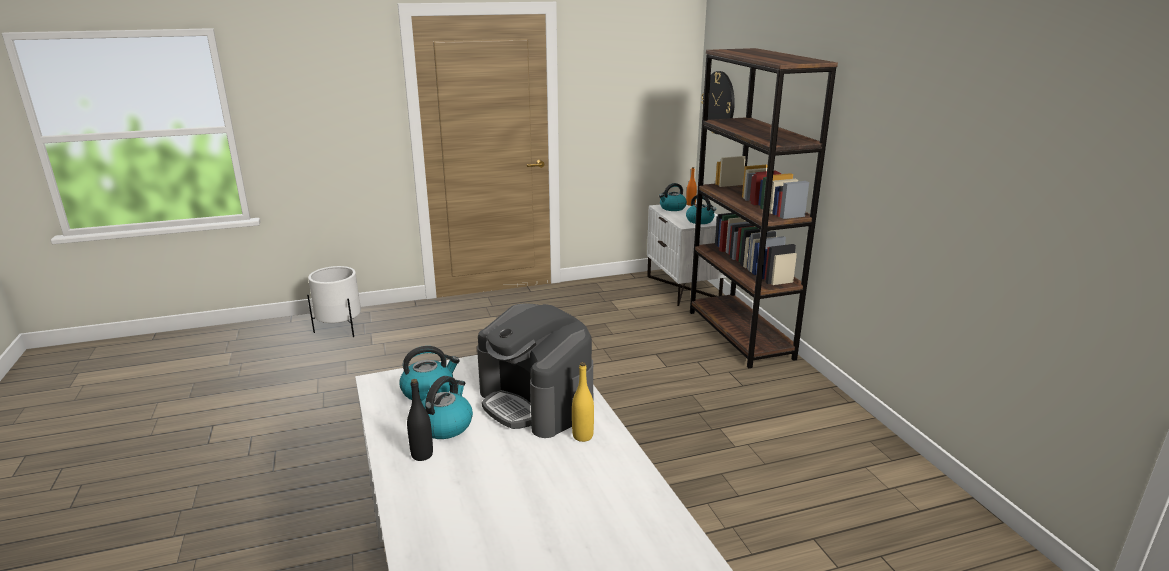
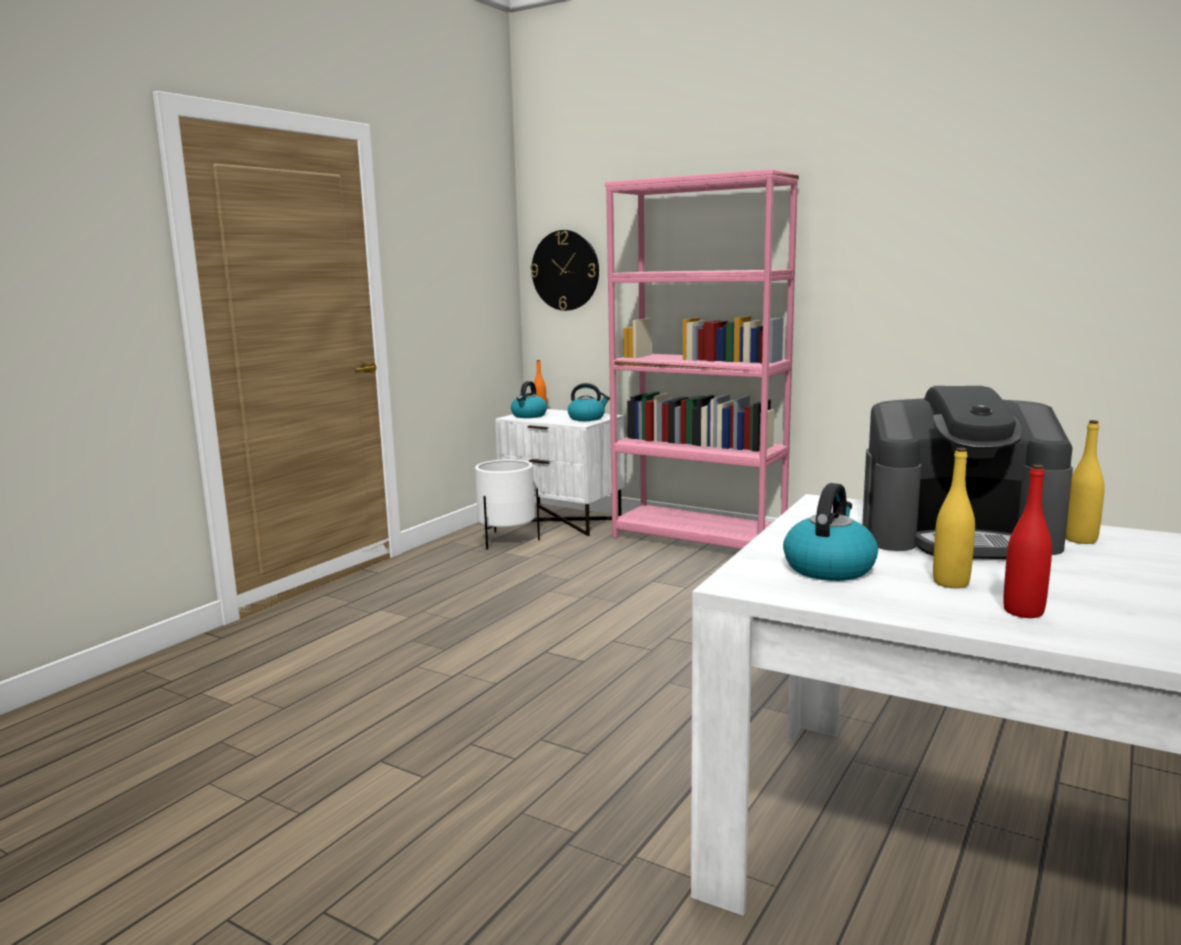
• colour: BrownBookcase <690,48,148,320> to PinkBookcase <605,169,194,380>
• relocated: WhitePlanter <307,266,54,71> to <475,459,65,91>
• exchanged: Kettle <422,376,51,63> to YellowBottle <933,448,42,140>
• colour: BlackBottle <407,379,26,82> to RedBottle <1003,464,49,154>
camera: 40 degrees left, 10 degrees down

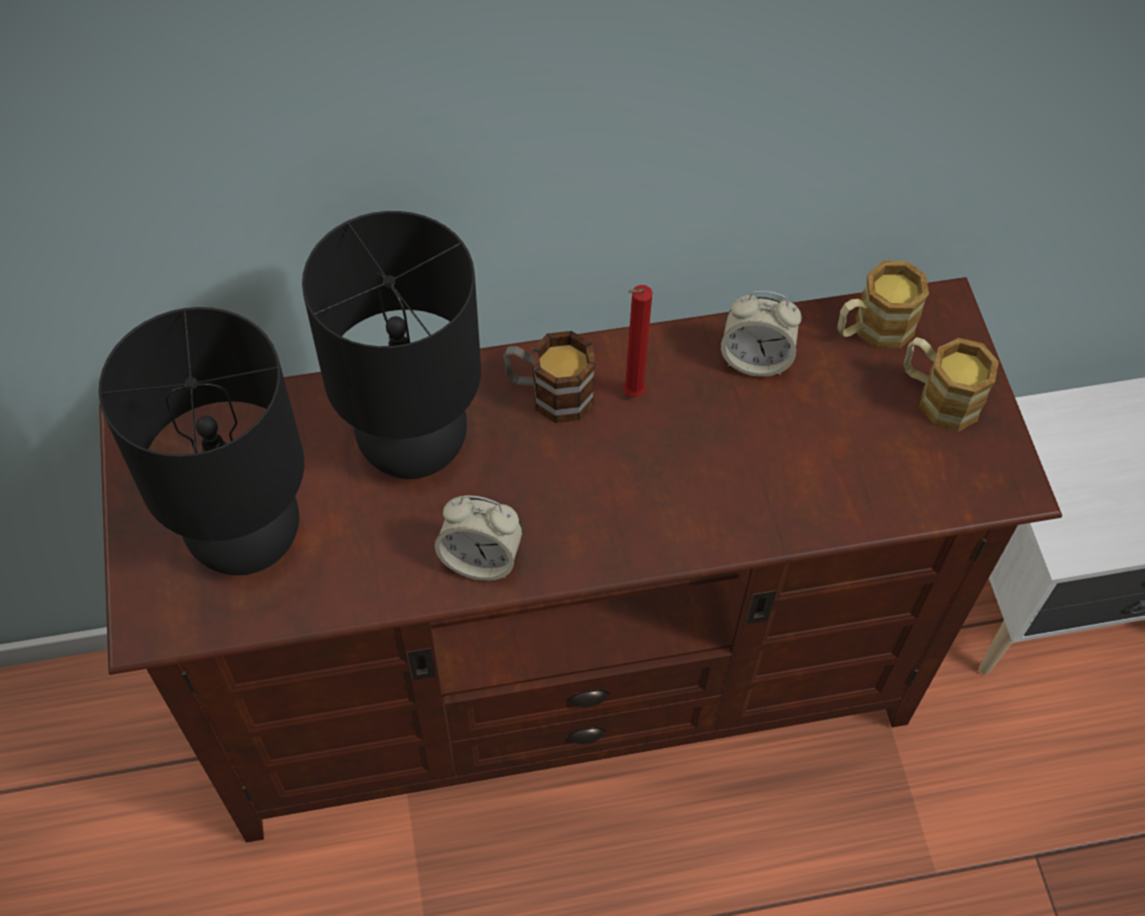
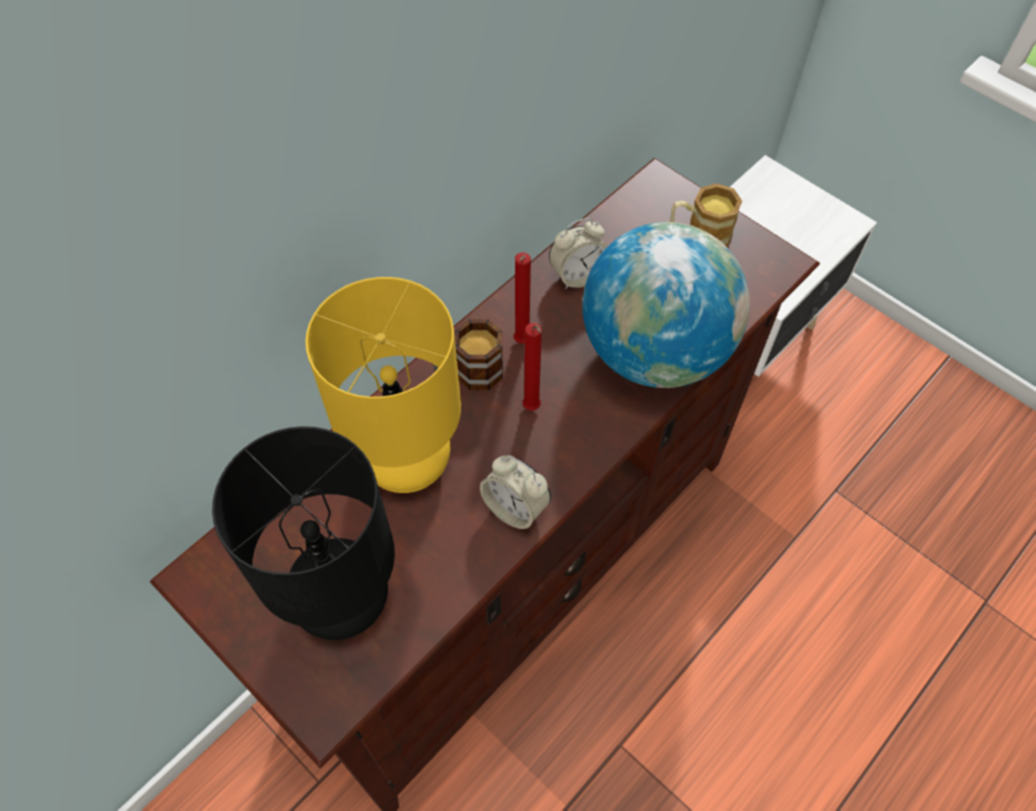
• colour: BlackTableLamp <302,211,179,268> to YellowTableLamp <305,277,156,216>
• missing: Mug <837,261,92,88>
• spun: AlarmClock <435,495,88,86> = <480,455,71,74> 60 degrees clockwise
• appeared: Globe <583,222,167,166>
• appeared: RedCandle <522,323,20,88>
camera: 35 degrees left, 0 degrees up

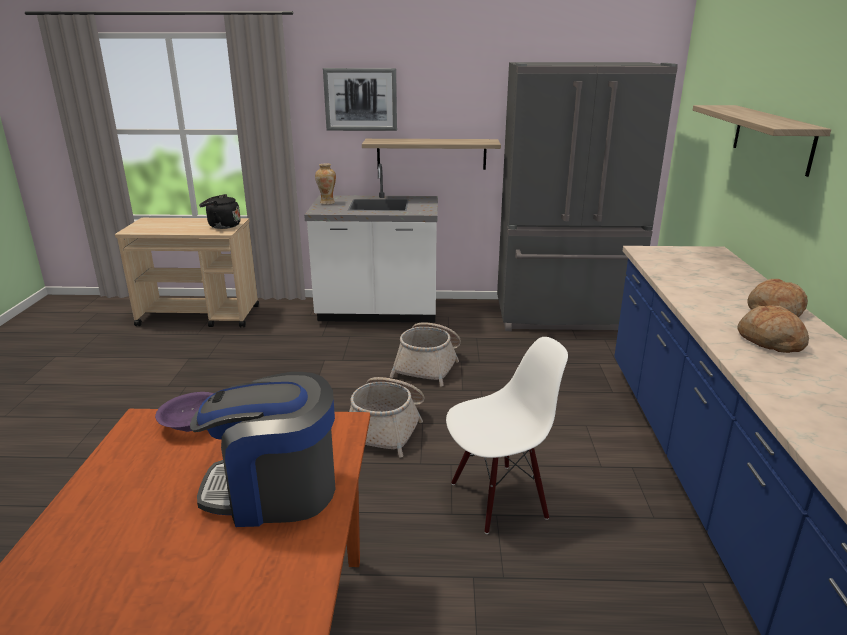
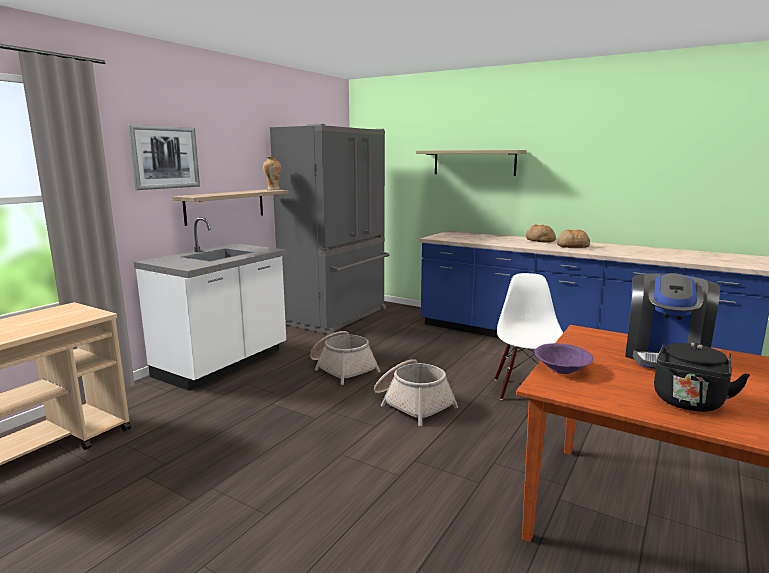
• relocated: Vase <315,164,21,41> to <263,156,18,34>
• relocated: BlackKettle <199,194,42,35> to <654,342,96,70>
camera: 60 degrees left, 10 degrees down

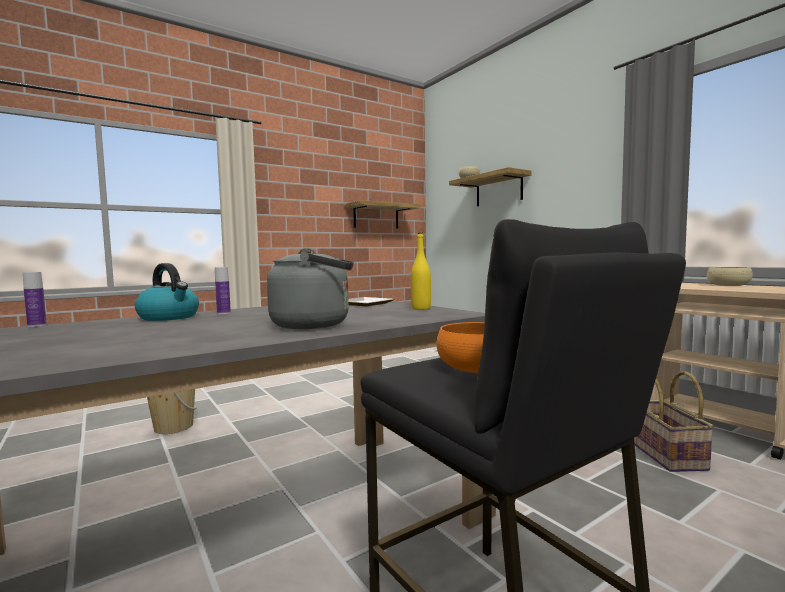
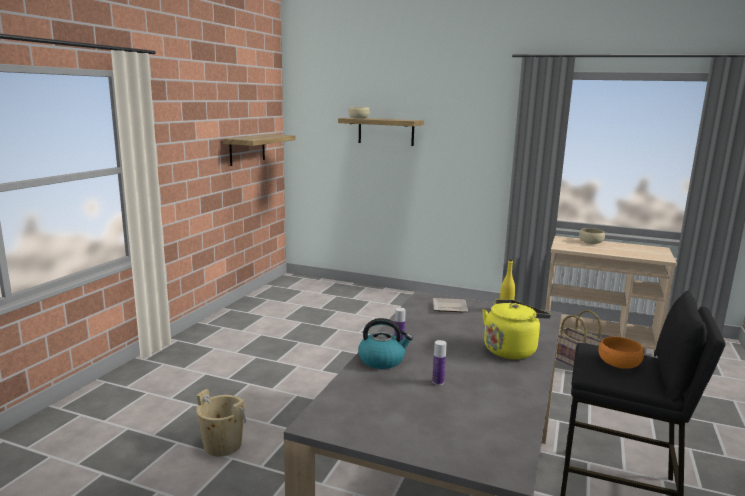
• colour: GreyKettle <267,248,87,81> to YellowKettle <482,299,69,60>
• relocated: Bottle <23,272,24,55> to <432,340,14,45>
camera: 35 degrees left, 10 degrees up

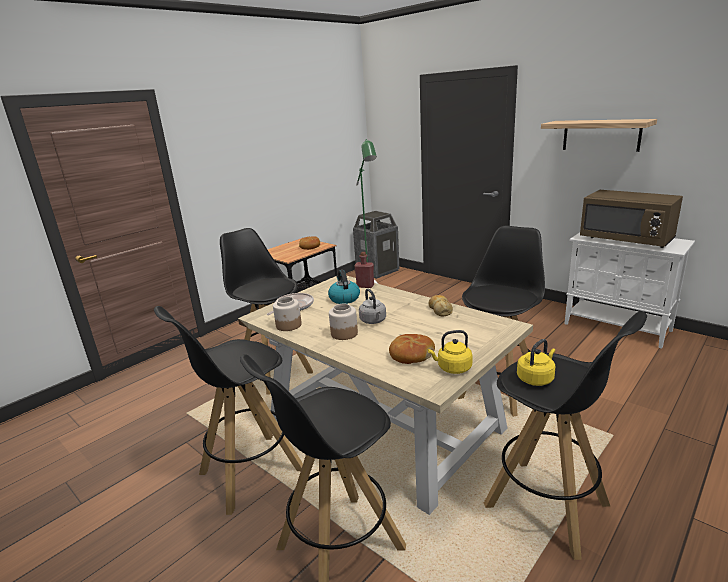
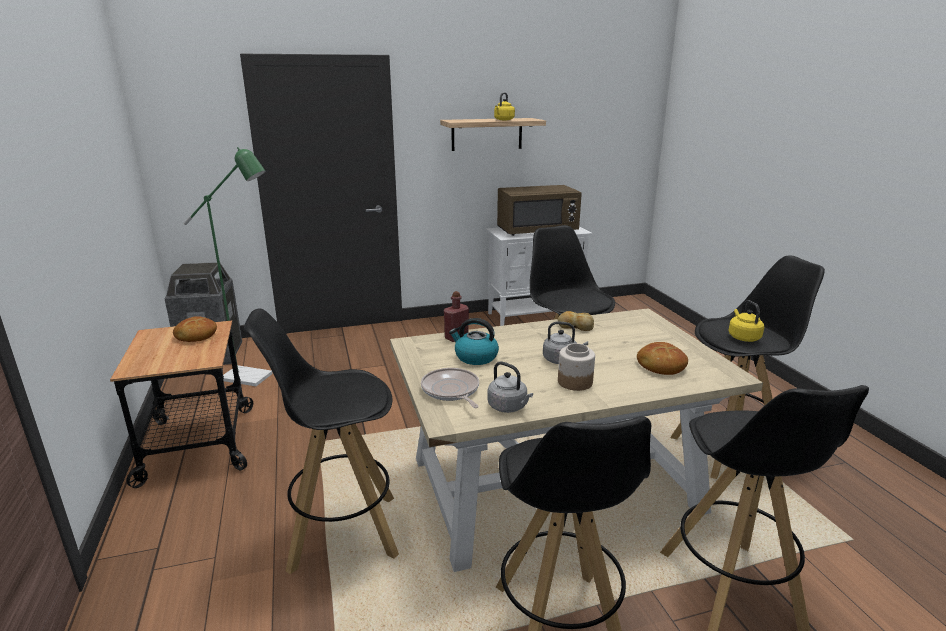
• exchanged: Jar <273,297,29,34> to GreyKettle <487,362,46,51>
• relocated: YellowKettle <428,330,45,44> to <494,92,21,28>
camera: 60 degrees left, 0 degrees up

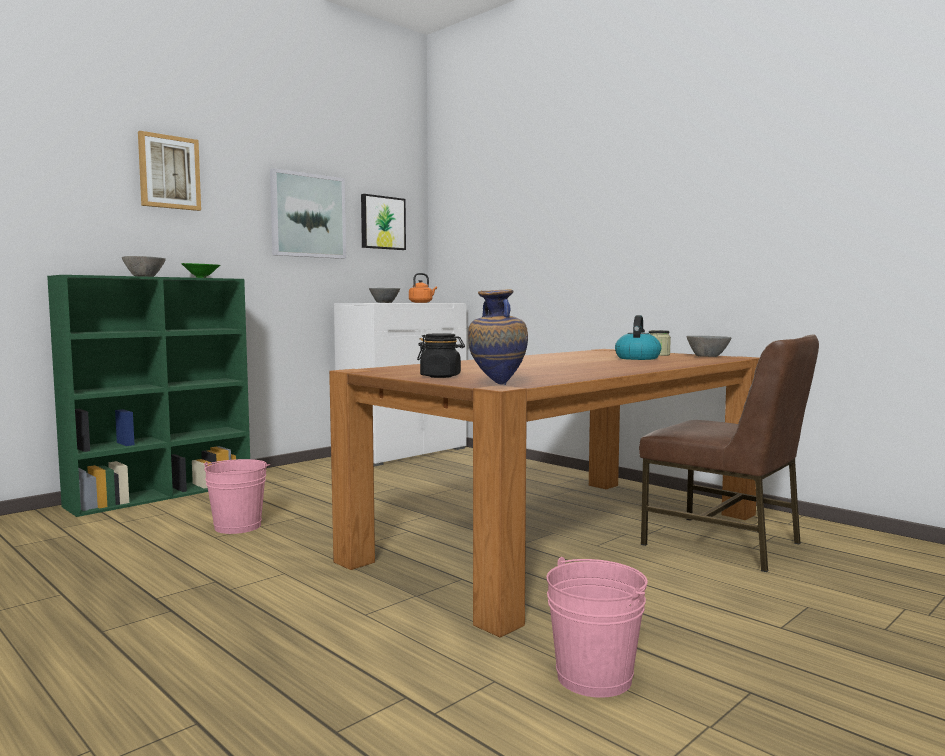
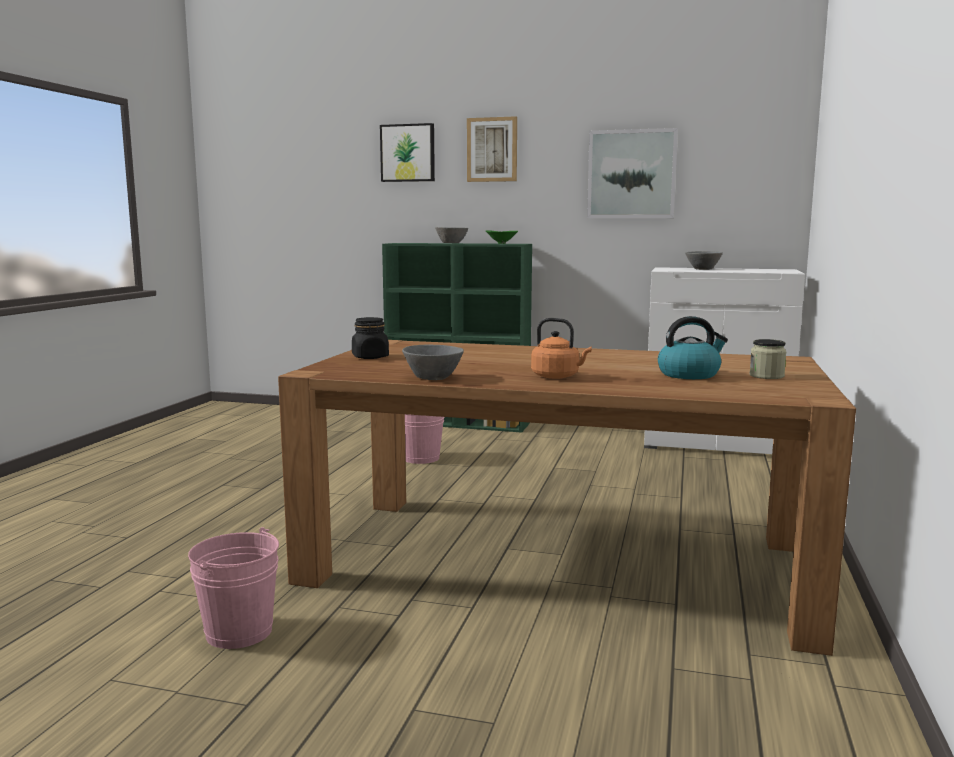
• relocated: Picture <361,194,45,56> to <380,123,55,59>
• relocated: OrangeKettle <409,273,28,30> to <531,318,61,61>
• missing: Vase <468,289,60,96>
• missing: BrownChair <639,334,180,238>
• relocated: GreyBowl <687,336,45,21> to <402,345,62,35>
camera: 60 degrees right, 5 degrees up

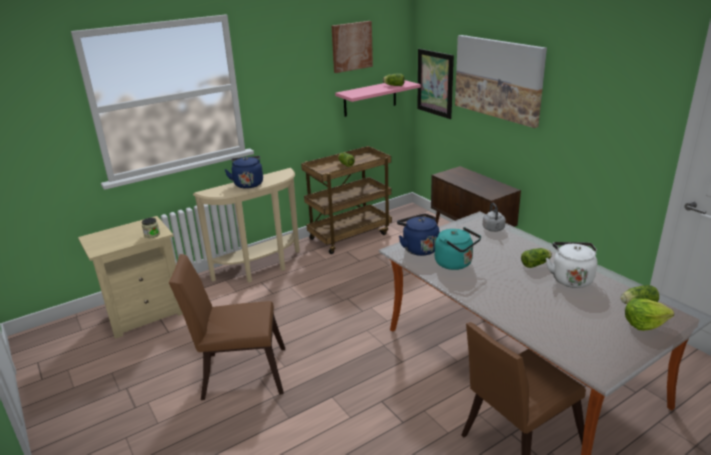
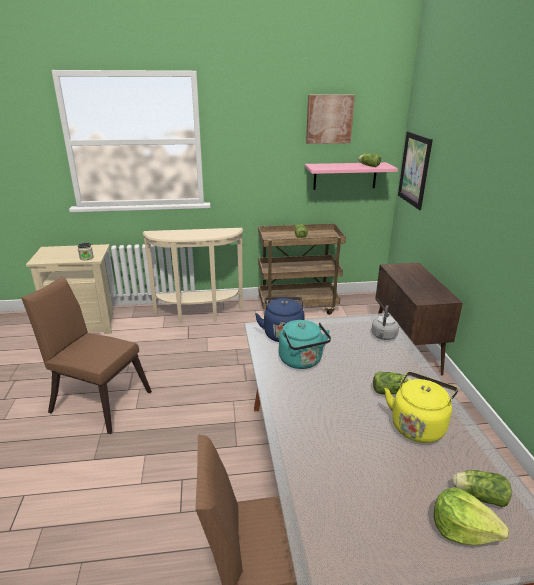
• missing: Picture <455,35,92,93>
• missing: BlueKettle <224,156,39,33>
• colour: WhiteKettle <546,242,51,46> to YellowKettle <384,372,74,71>
camera: 25 degrees right, 0 degrees up

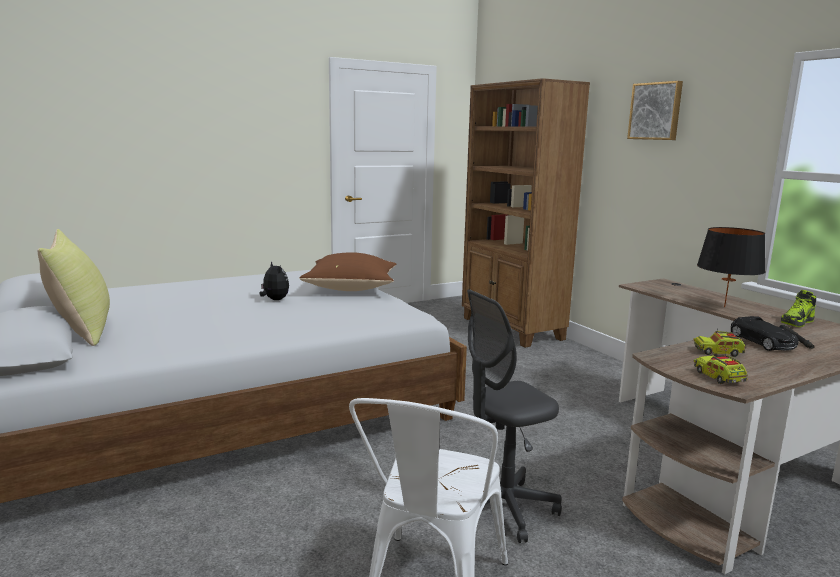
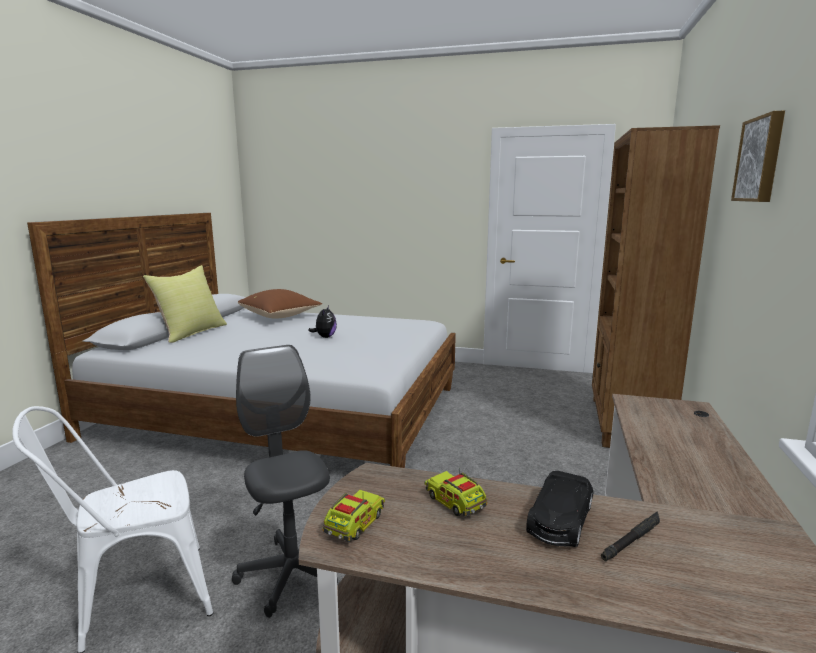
• missing: BlackTableLamp <697,227,69,81>
• relocated: BrownPillow <299,252,97,39> to <238,289,84,29>
• spun: GreyOfficeChair <467,289,95,254> = <232,345,106,273> 45 degrees clockwise
• missing: Shoe <781,290,35,37>
camera: 45 degrees right, 0 degrees up

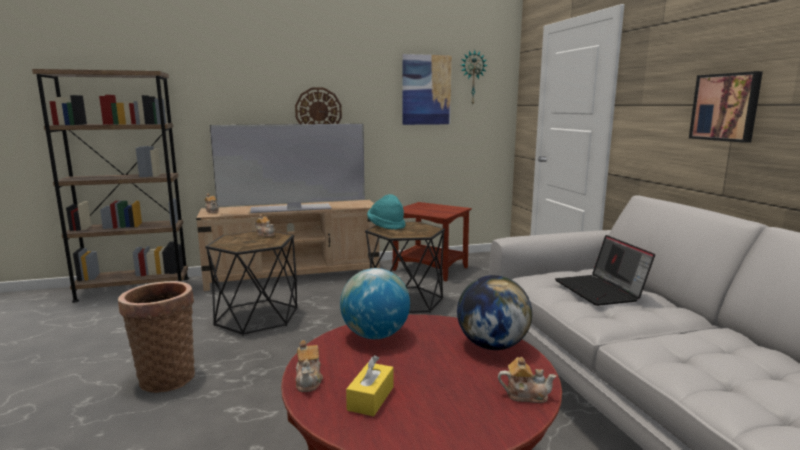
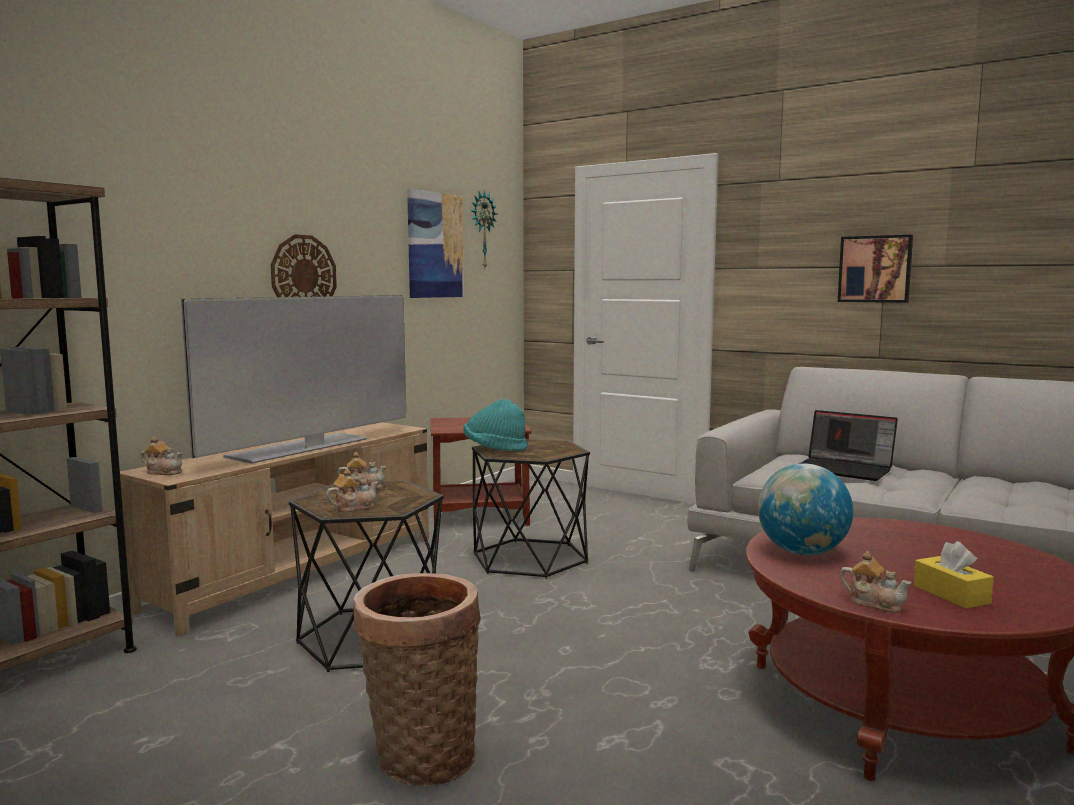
• missing: Globe <457,275,75,75>
• relocated: Teapot <498,357,59,46> to <326,469,52,43>
camera: 40 degrees left, 5 degrees down

